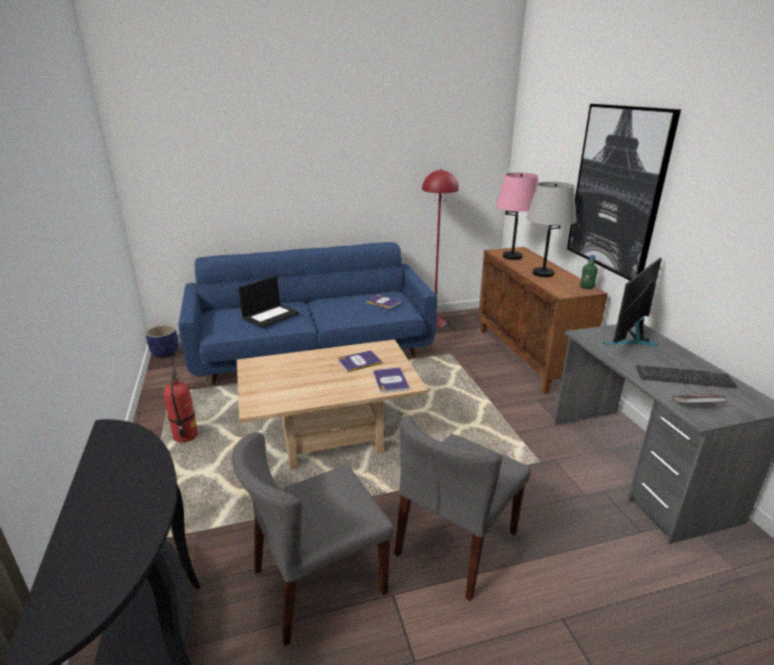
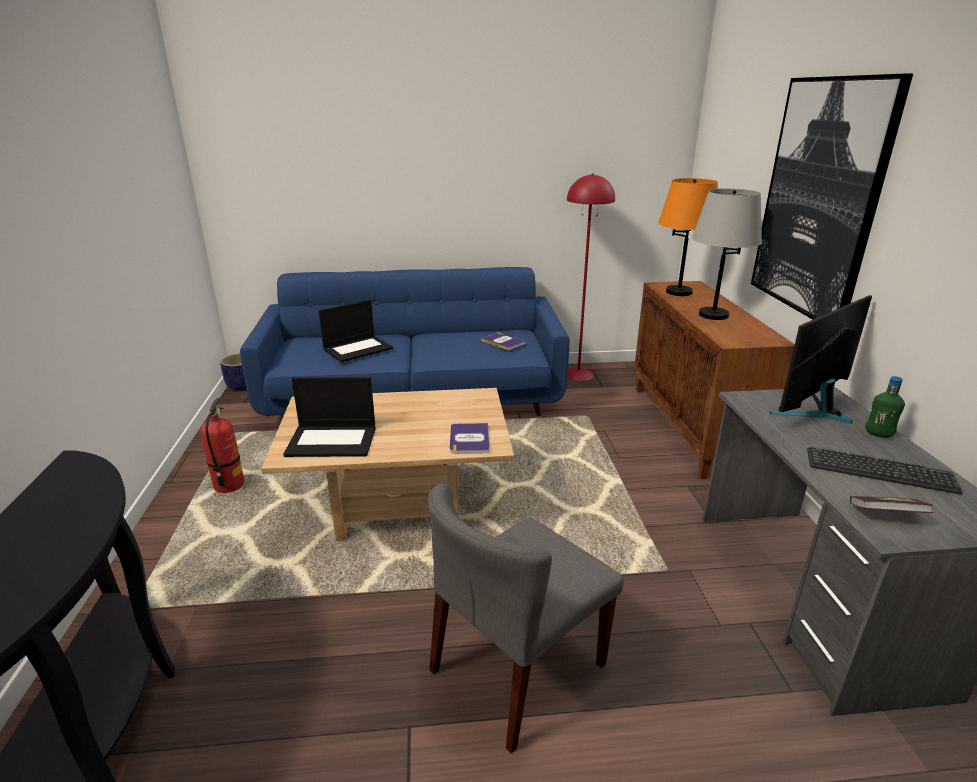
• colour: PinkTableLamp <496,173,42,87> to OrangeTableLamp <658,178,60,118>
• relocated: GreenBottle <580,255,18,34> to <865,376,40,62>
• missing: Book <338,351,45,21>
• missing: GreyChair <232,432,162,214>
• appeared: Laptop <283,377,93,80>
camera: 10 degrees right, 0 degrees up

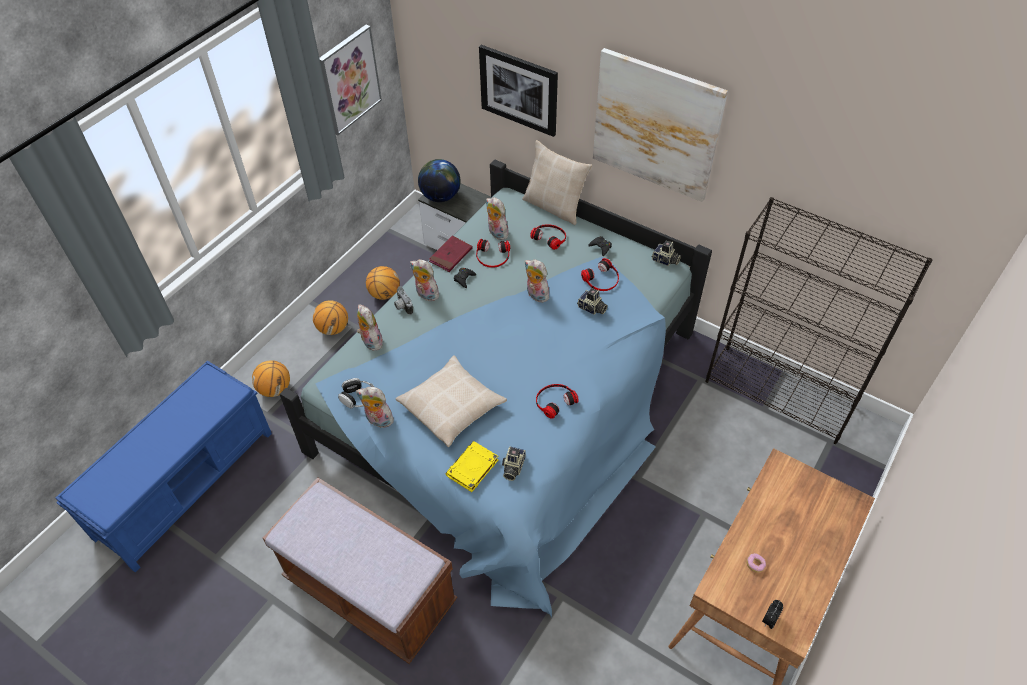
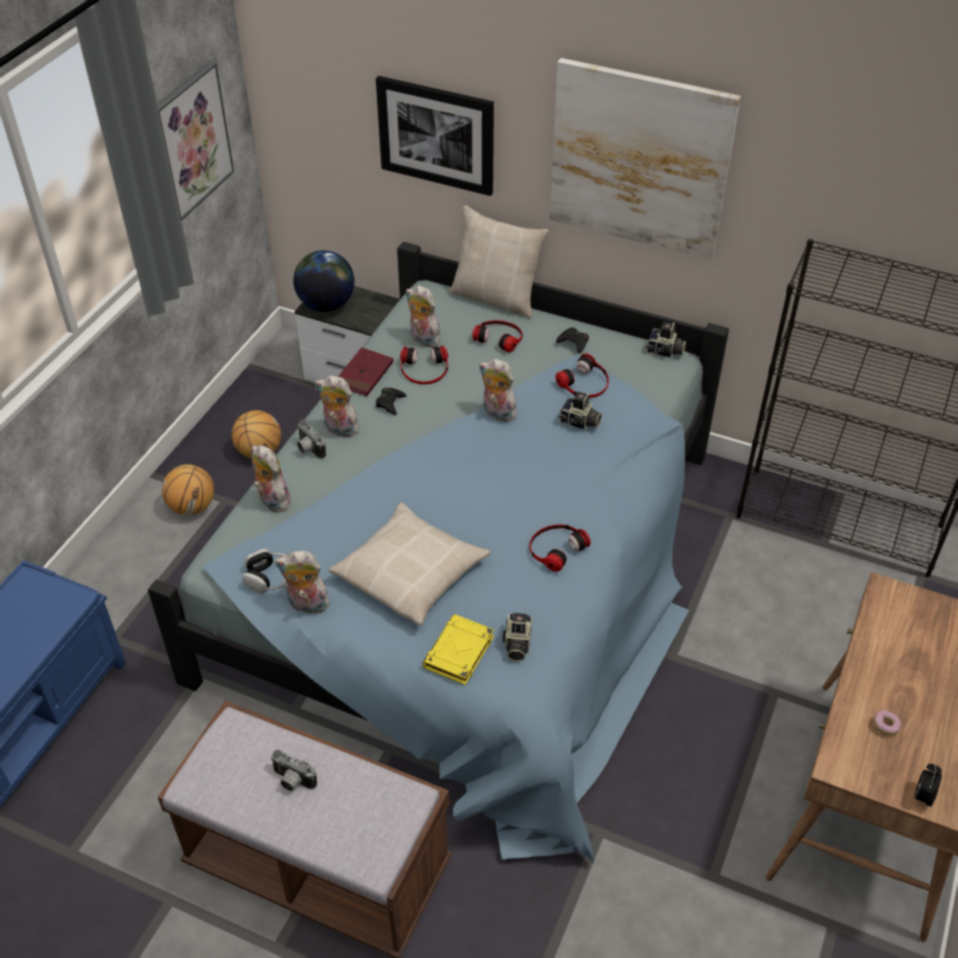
• missing: Basketball <252,360,38,37>
• appeared: PhotoCamera <270,750,47,41>
camera: 10 degrees left, 5 degrees down

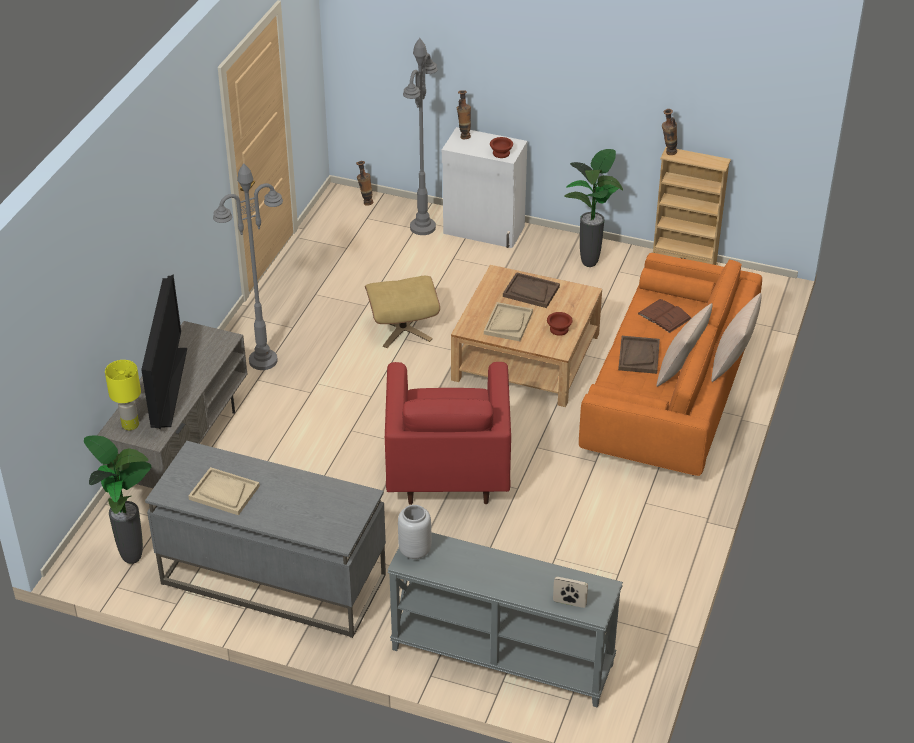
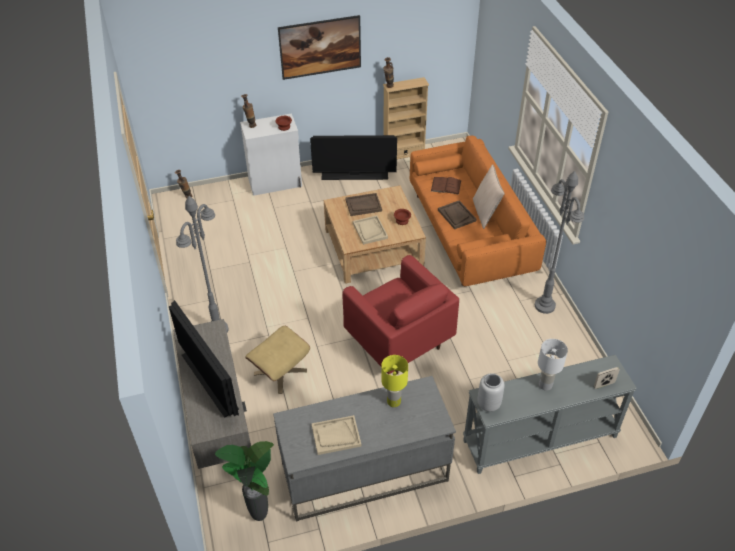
• relocated: GreyFloorLamp <403,38,35,197> to <535,171,49,143>
• exchanged: PottedPlant <564,149,59,118> to Television <310,135,87,45>
• relocated: BeigeOttoman <365,276,75,72> to <245,326,65,68>
• missing: BeigePillow <711,293,50,89>
• relocated: YellowTableLamp <105,360,36,70> to <381,355,27,52>
• appeared: Picture <278,15,83,65>
• appeared: WhiteTableLamp <538,339,30,52>
camera: 35 degrees left, 5 degrees up

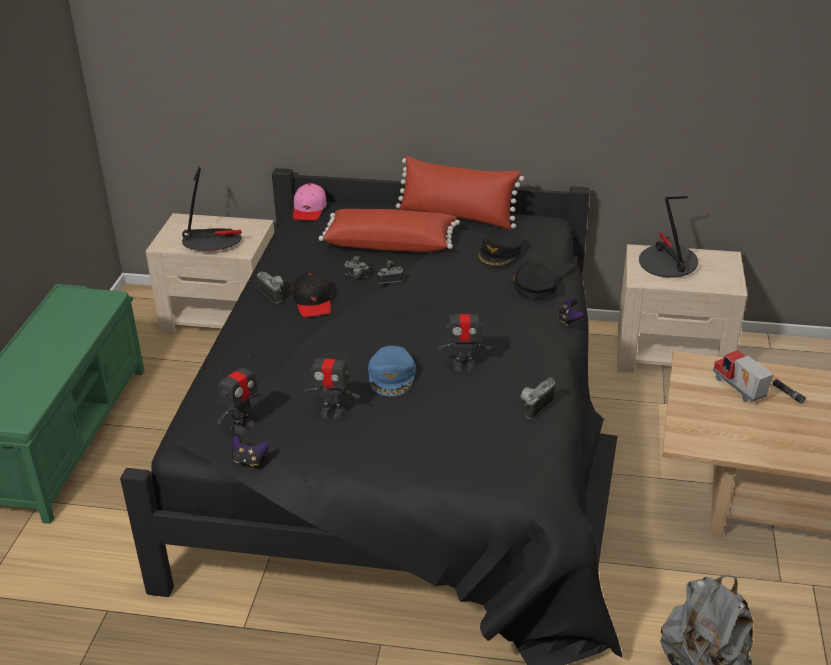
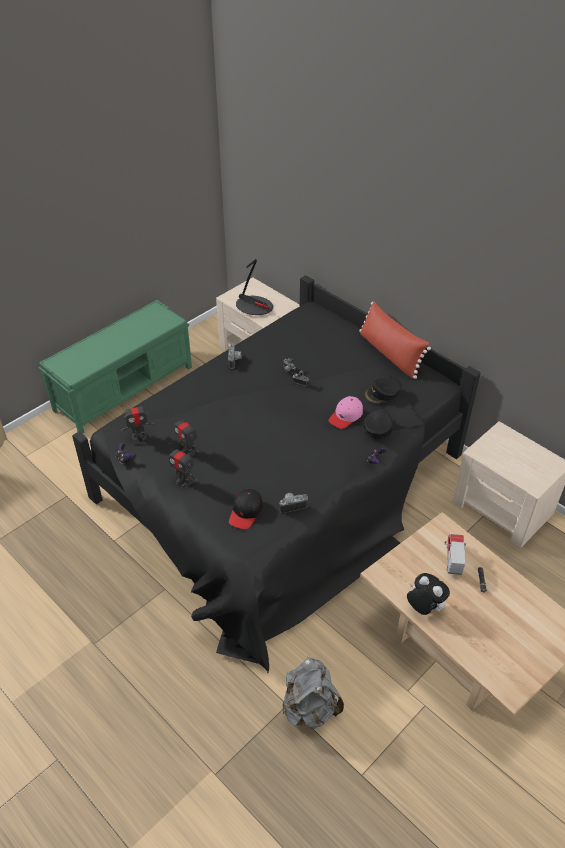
• relocated: PinkCap <293,183,33,38> to <328,396,35,33>
• missing: TableLamp <639,196,59,82>
• missing: RedPillow <319,209,141,43>
• relocated: BlackCap <293,272,38,45> to <229,489,34,40>
• relocated: ToyRobot <437,305,54,67> to <169,443,29,45>
• missing: BlueCap <368,346,48,50>
• appeared: PlushToy <407,573,43,42>
camera: 35 degrees right, 10 degrees up

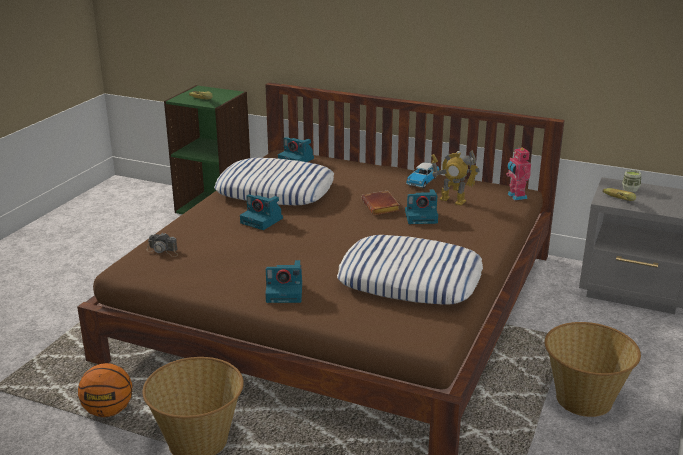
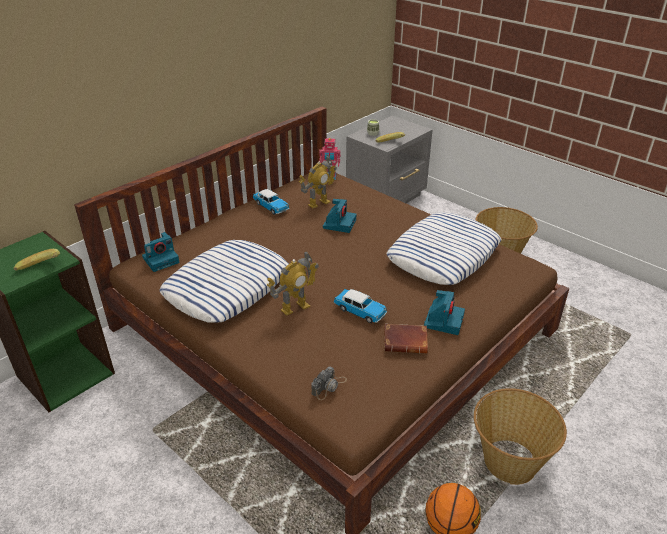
• relocated: BrownBook <361,190,39,25> to <384,324,44,29>
• exchanged: PhotoCamera <240,194,43,36> to ToyRobot <267,250,52,66>
• appeared: ToyCar <333,289,54,34>
camera: 70 degrees left, 10 degrees up

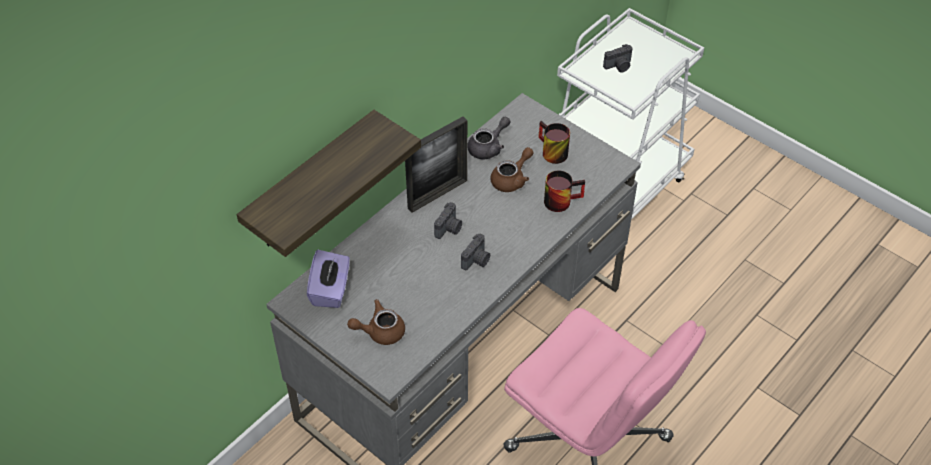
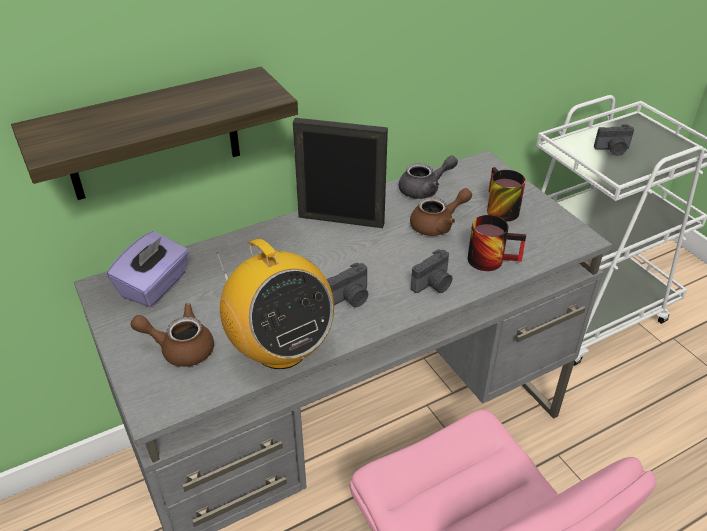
• spun: PictureFrame <405,116,62,97> = <293,118,95,110> 150 degrees counterclockwise
• relocated: PhotoCamera <434,202,28,37> to <411,249,41,44>
• appeared: Radio <217,239,117,130>
camera: 20 degrees right, 10 degrees down

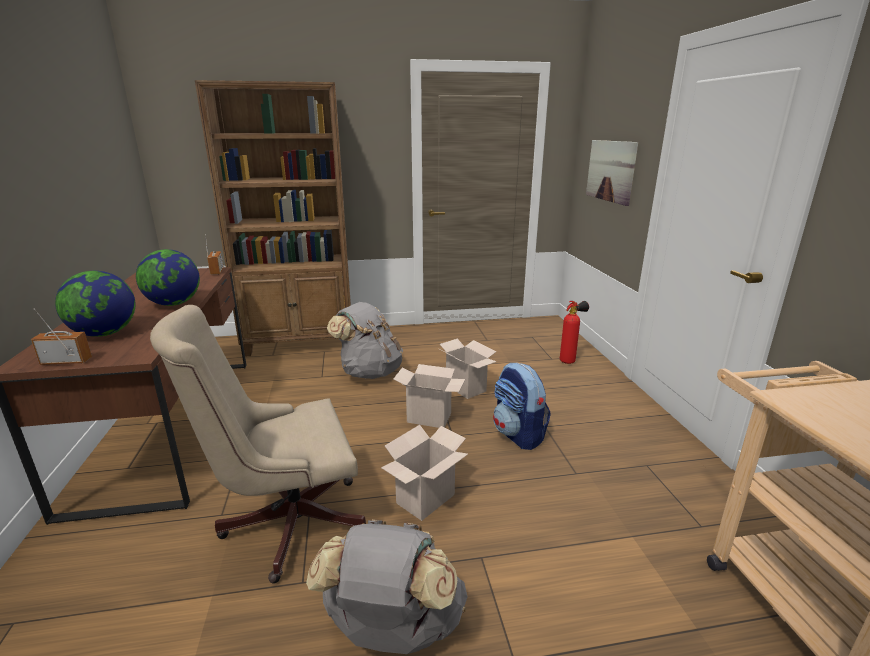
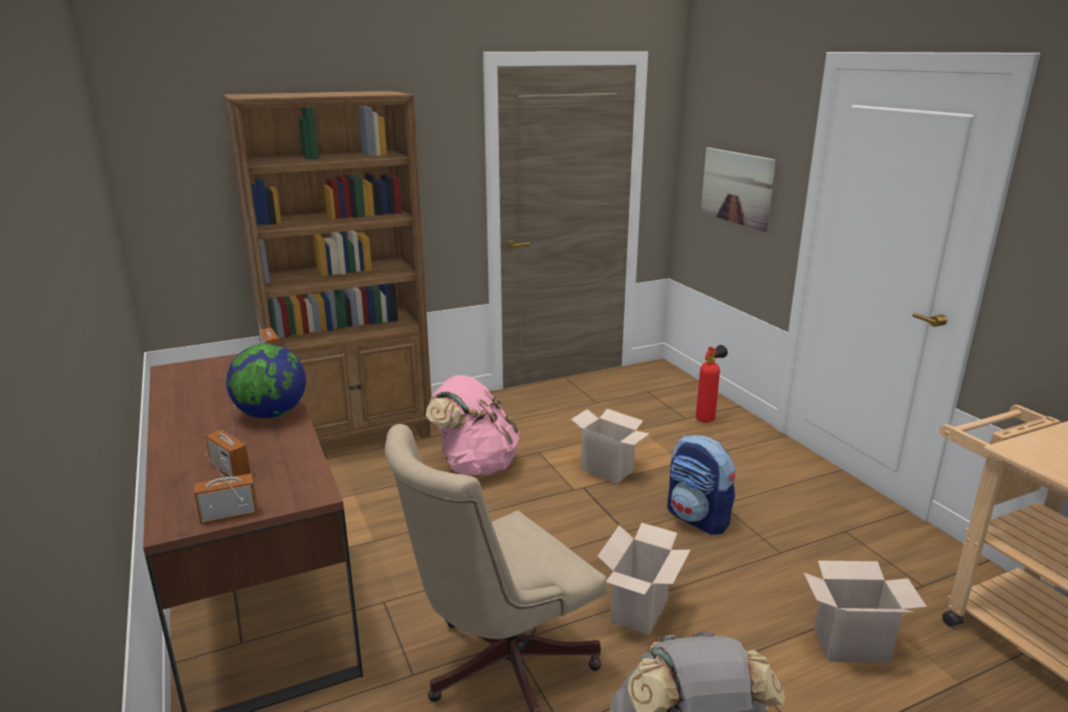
• exchanged: Globe <55,271,80,66> to Radio <206,405,45,72>
• colour: GreyBackpack <327,302,76,77> to PinkBackpack <426,375,94,100>
• relocated: CardboardBox <394,364,71,64> to <804,560,123,103>
camera: 15 degrees left, 0 degrees up

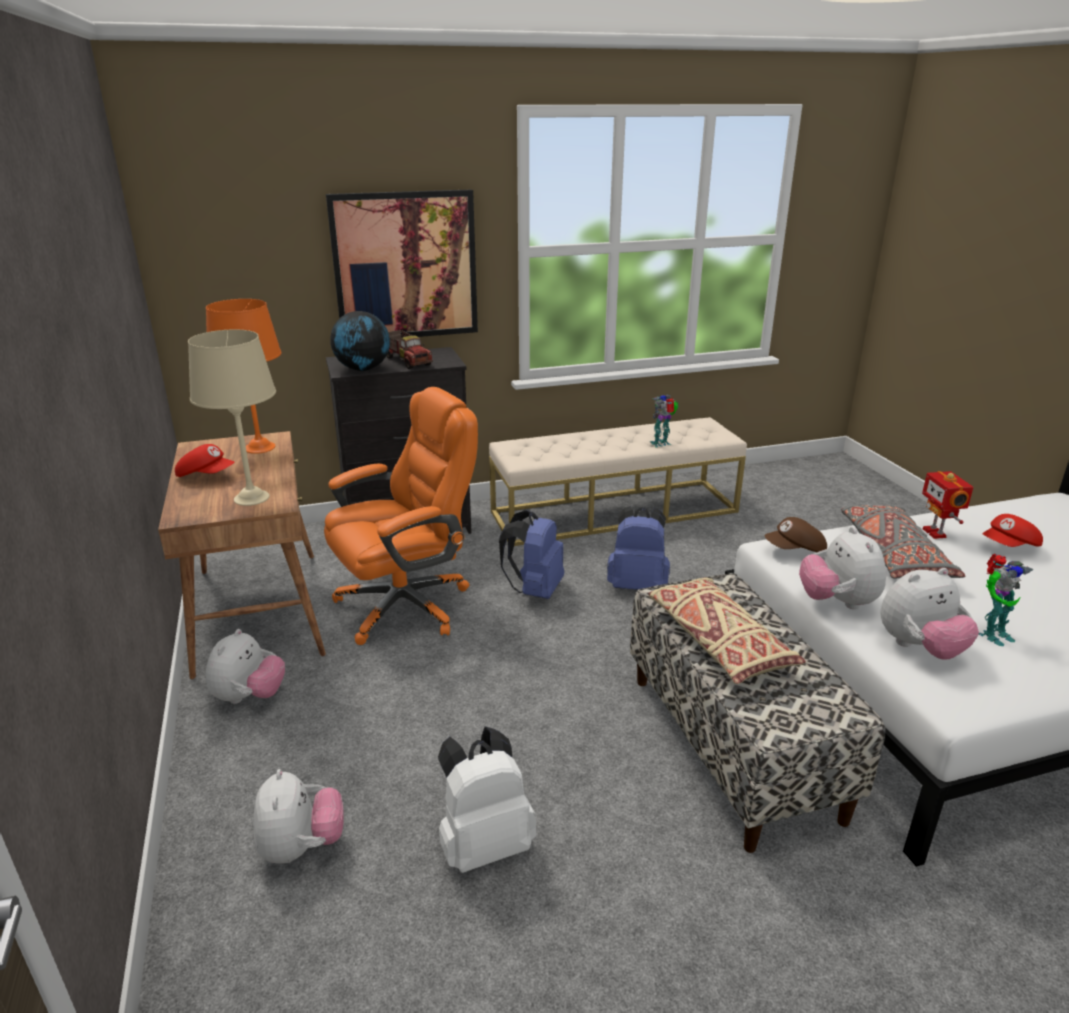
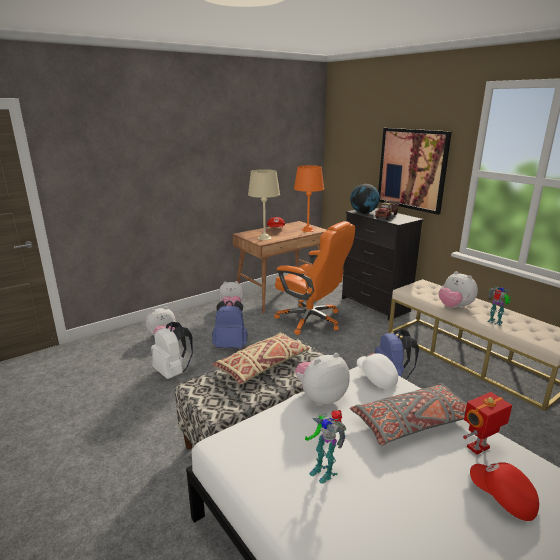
• relocated: BlueBackpack <499,510,65,89> to <212,300,36,48>
• colour: BrownCap <764,517,63,35> to WhiteCap <357,353,41,36>
• relocated: PlushToy <880,568,99,92> to <439,271,39,37>
camera: 70 degrees right, 5 degrees down

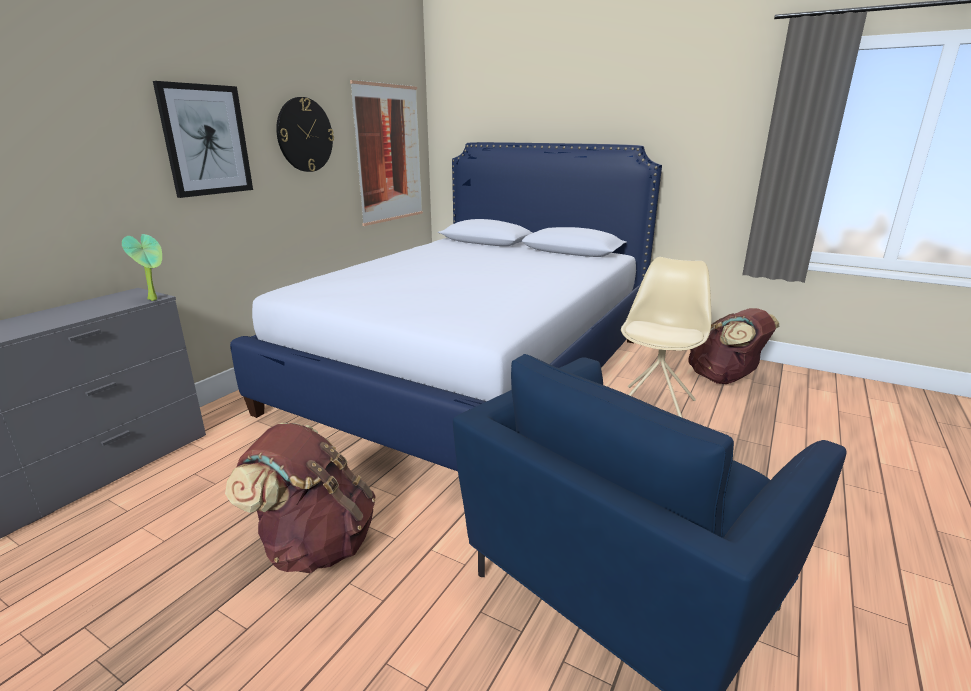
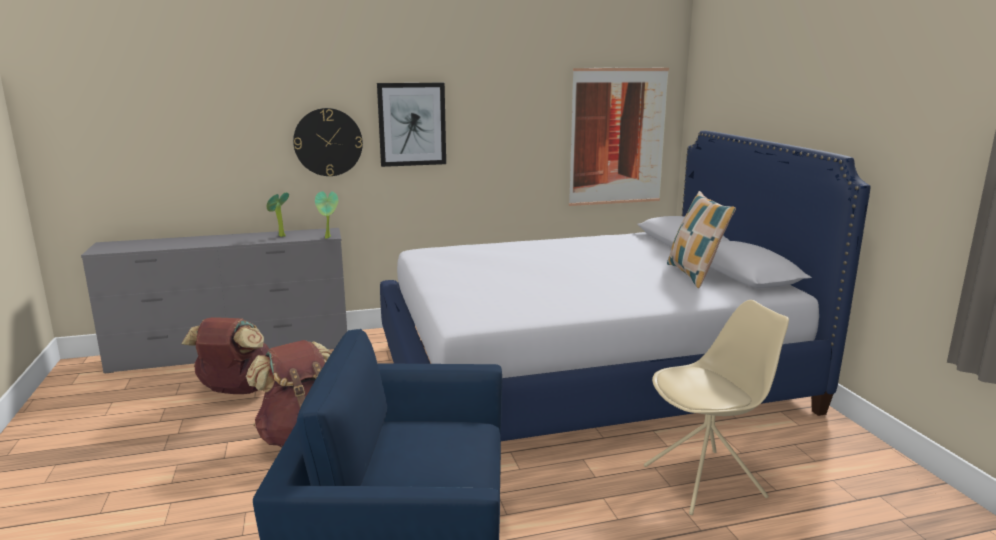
• relocated: WallClock <276,97,58,75> to <293,108,70,68>
• relocated: BrownBackpack <688,308,91,76> to <182,317,87,77>
• appeared: Pillow <667,191,69,97>
• appeared: PottedPlant <267,192,22,45>
camera: 45 degrees right, 5 degrees down

